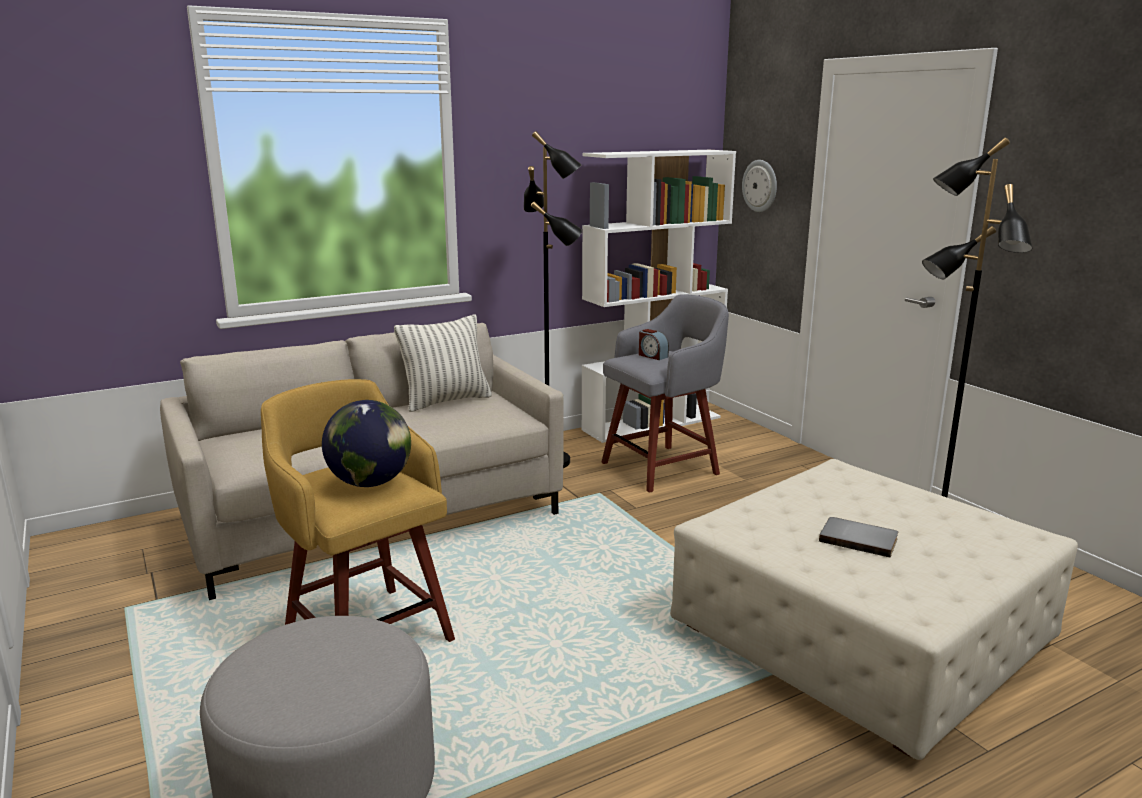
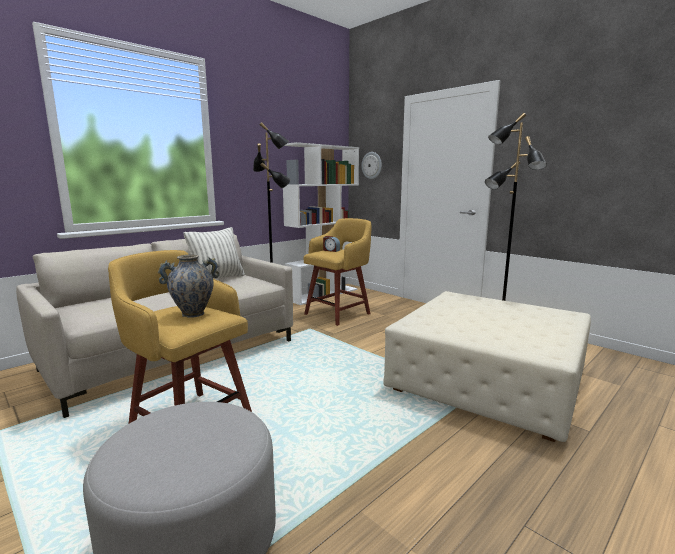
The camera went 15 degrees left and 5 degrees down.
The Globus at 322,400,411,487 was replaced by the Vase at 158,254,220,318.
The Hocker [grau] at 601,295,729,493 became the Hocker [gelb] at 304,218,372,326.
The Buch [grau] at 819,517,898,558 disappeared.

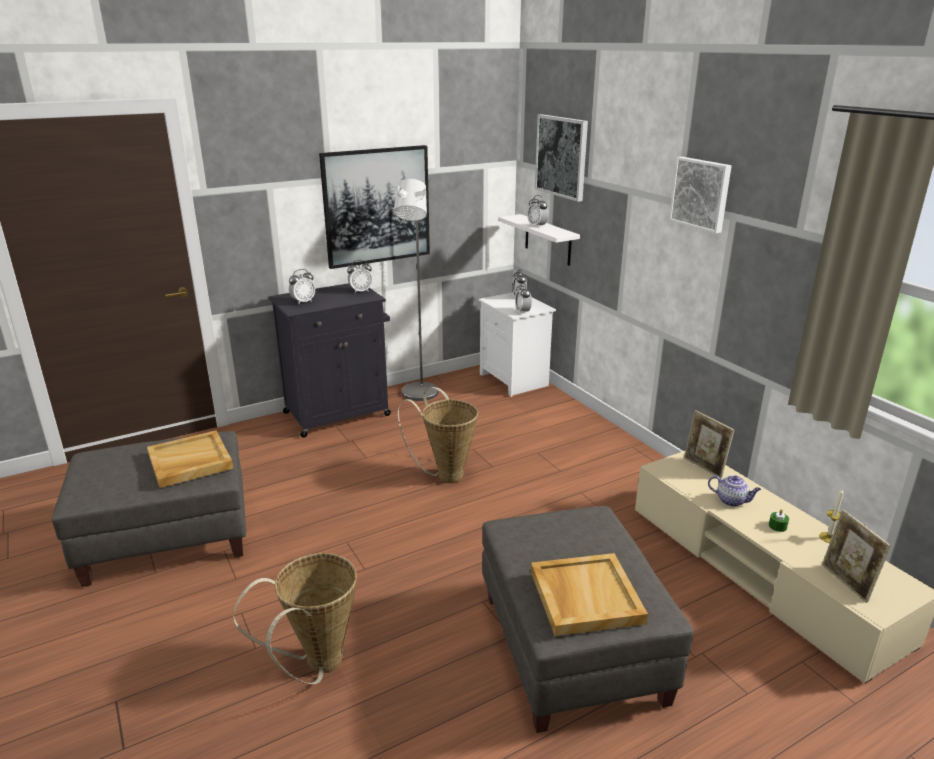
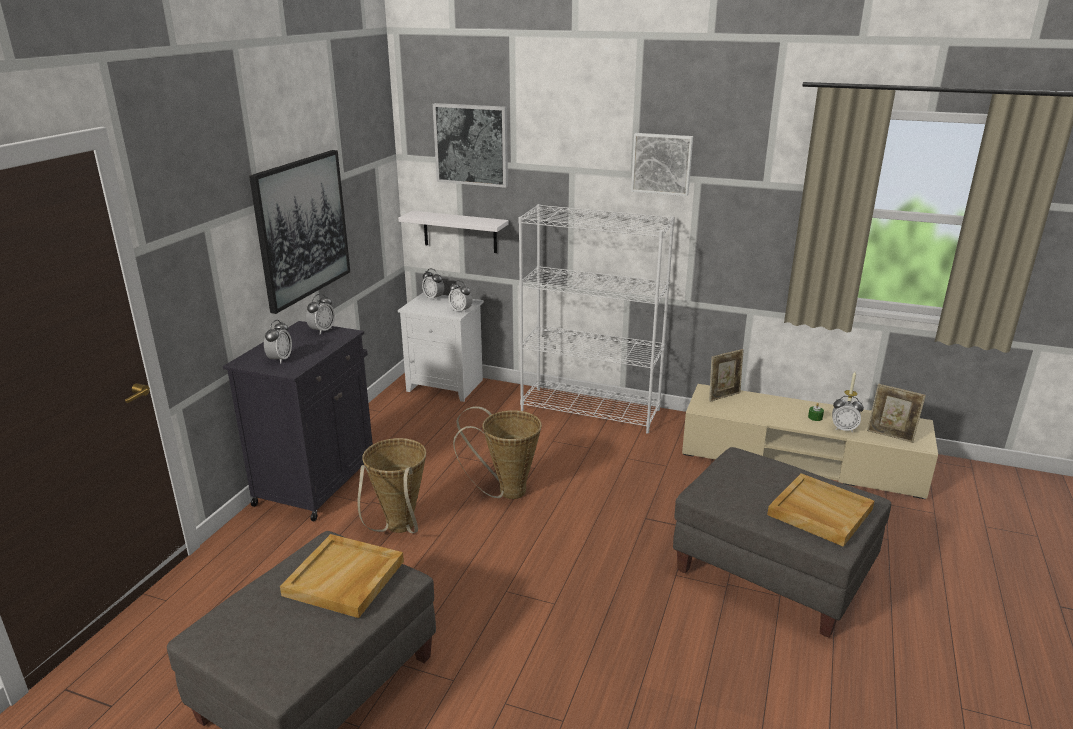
The camera went 40 degrees left and 0 degrees up.
The Korb moved from 233,553,357,684 to 357,438,426,533.
The Bücherregal [weiß] at 518,204,675,434 appeared.
The Bilderrahmen at 684,410,734,479 turned 45 degrees counterclockwise.
The Wecker moved from 527,195,549,228 to 832,396,864,433.
The Stehlampe [grau] at 393,179,438,401 disappeared.
The Teekanne at 708,475,761,507 disappeared.

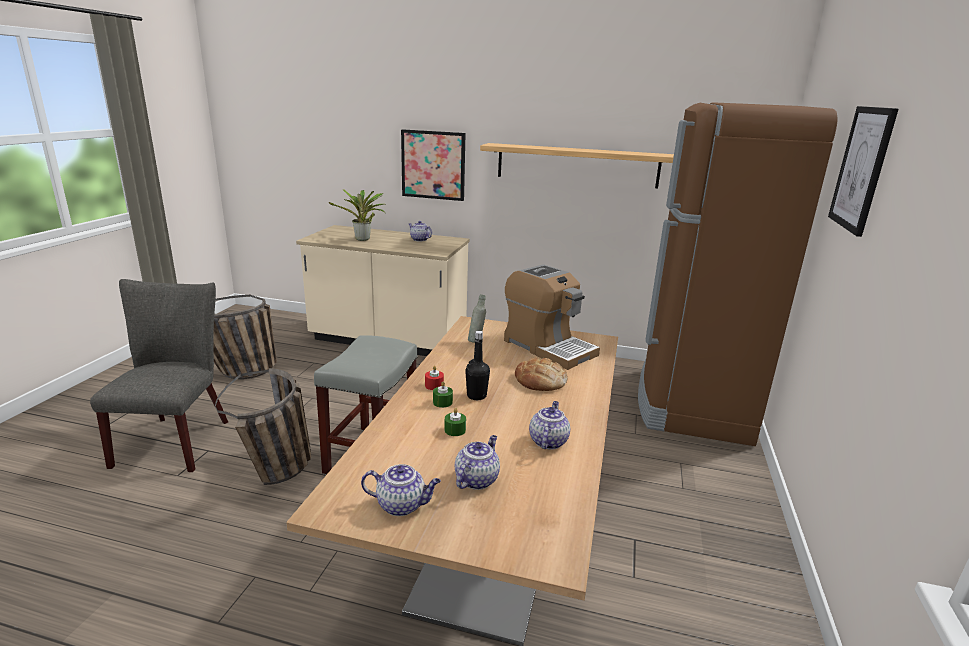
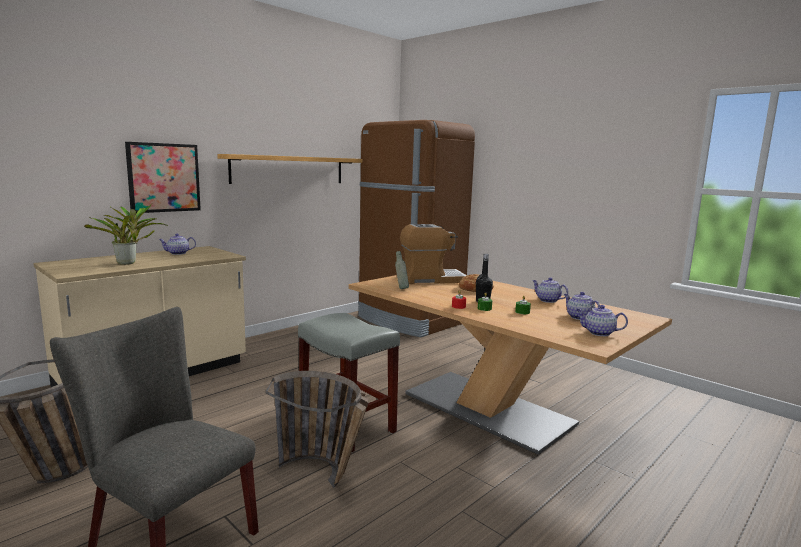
The camera went 60 degrees left and 10 degrees down.
The Teekanne at 361,464,441,516 turned 105 degrees counterclockwise.
The Bild at 828,106,898,237 disappeared.

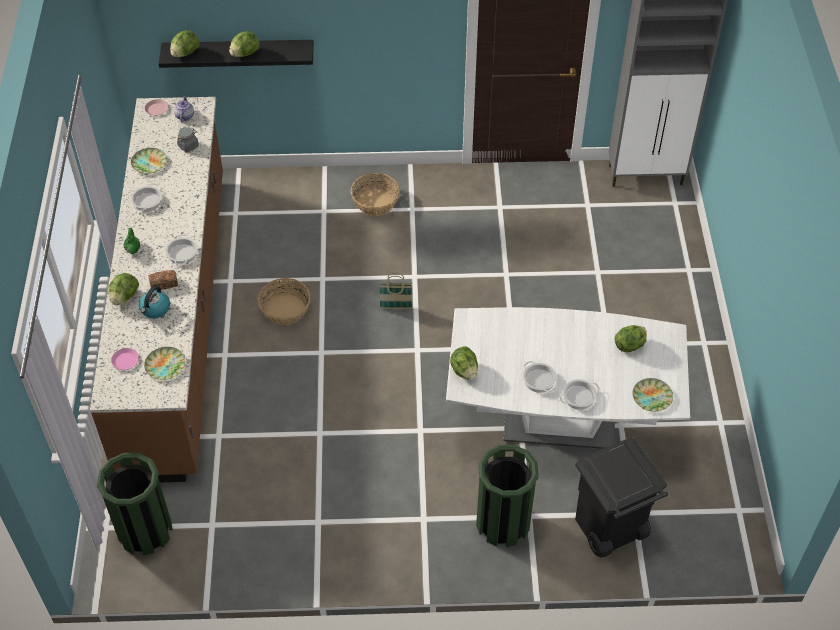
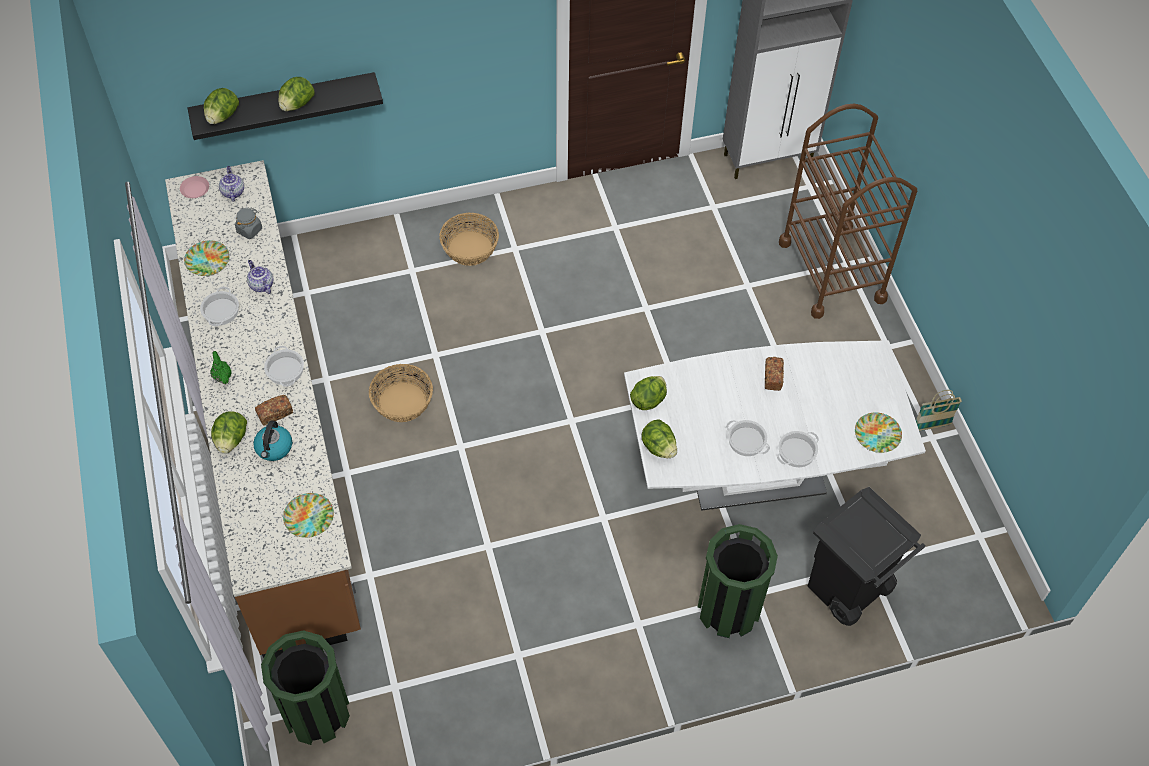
The camera went 15 degrees left and 5 degrees up.
The Teekanne at 247,260,273,294 appeared.
The Salatkopf moved from 615,325,647,352 to 630,376,667,410.
The Brot at 765,357,784,391 appeared.
The Rollwagen [braun] at 779,104,917,319 appeared.
The Korb moved from 379,273,413,309 to 916,390,962,431.
The Teller [rosa] at 111,348,139,370 disappeared.

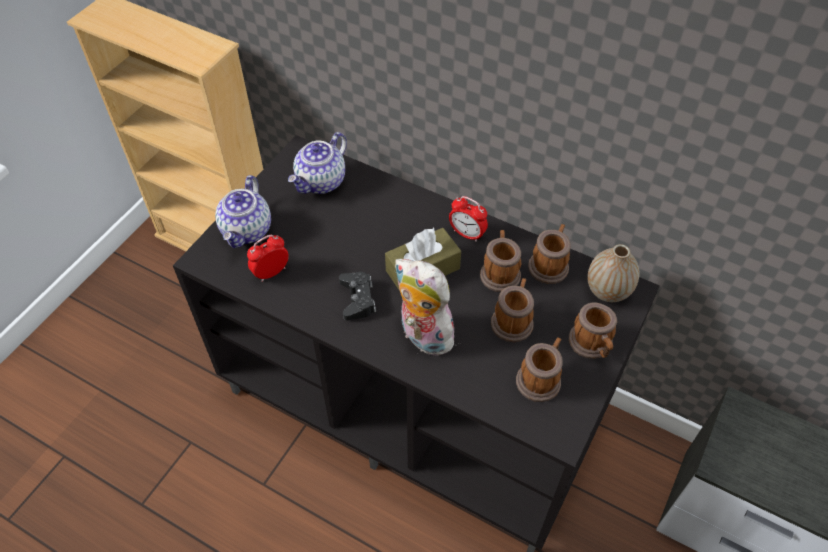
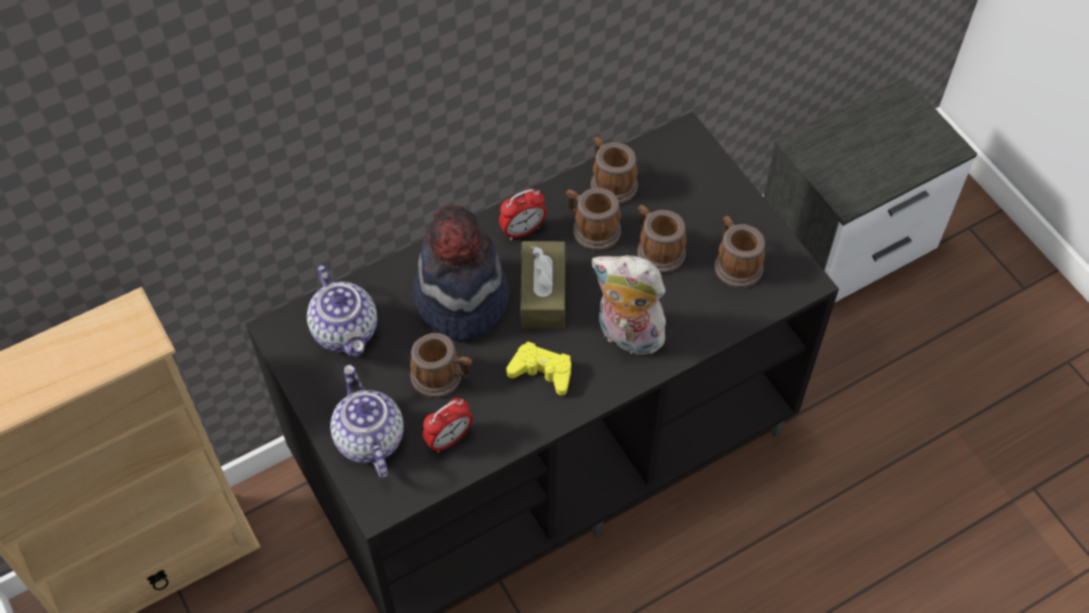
The camera went 60 degrees left and 5 degrees up.
The Teekanne at 215,175,271,248 turned 150 degrees counterclockwise.
The Henkelbecher moved from 569,302,617,359 to 410,333,472,398.
The Hut at 413,206,510,342 appeared.
The Wecker at 247,235,289,282 turned 120 degrees counterclockwise.
The Gamepad [schwarz] at 339,272,376,321 became the Gamepad [gelb] at 506,342,571,395.
The Plüschtier at 394,259,454,356 turned 45 degrees clockwise.
The Vase at 587,244,639,302 disappeared.

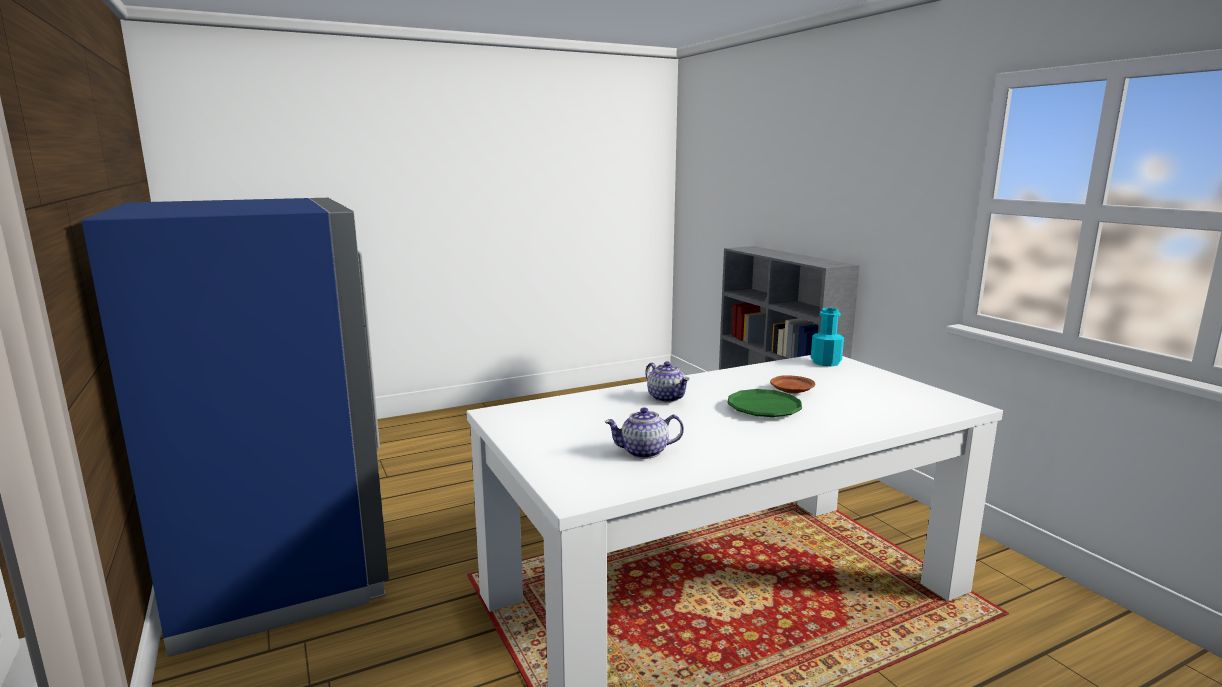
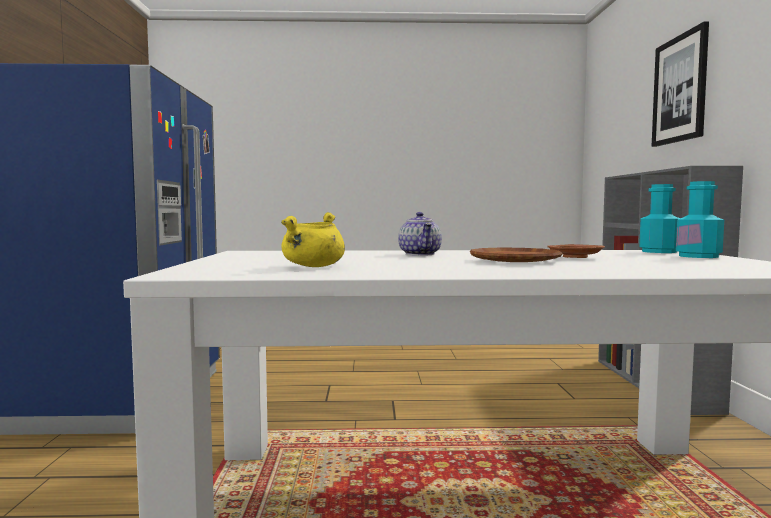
The camera went 25 degrees right and 10 degrees down.
The Teekanne at 605,407,684,459 was replaced by the Kochtopf [gelb] at 281,212,345,267.
The Teller [grün] at 728,389,802,417 became the Teller [braun] at 470,248,563,262.
The Bild at 652,21,709,147 appeared.
The Flasche [türkis] at 676,181,724,258 appeared.

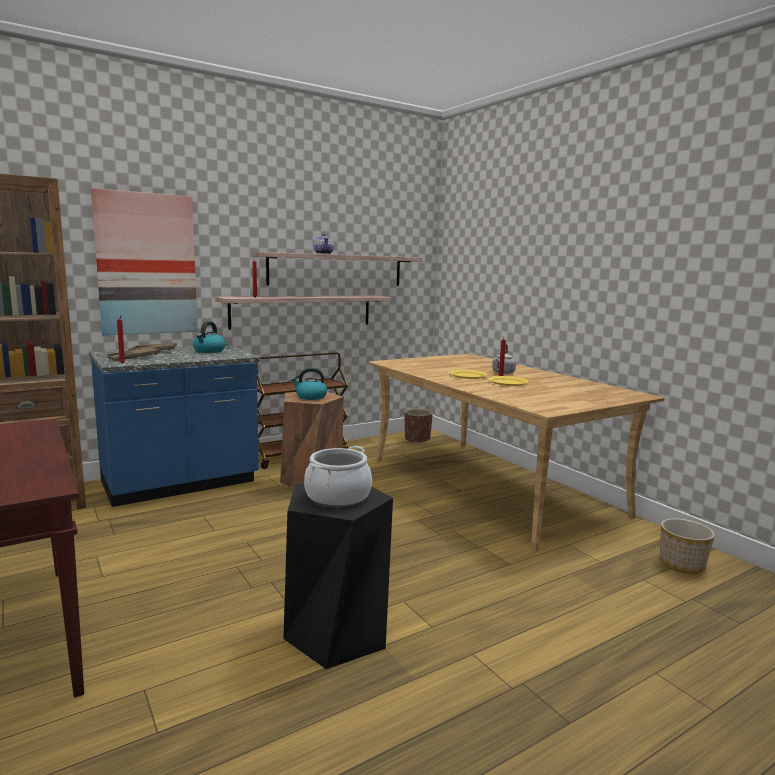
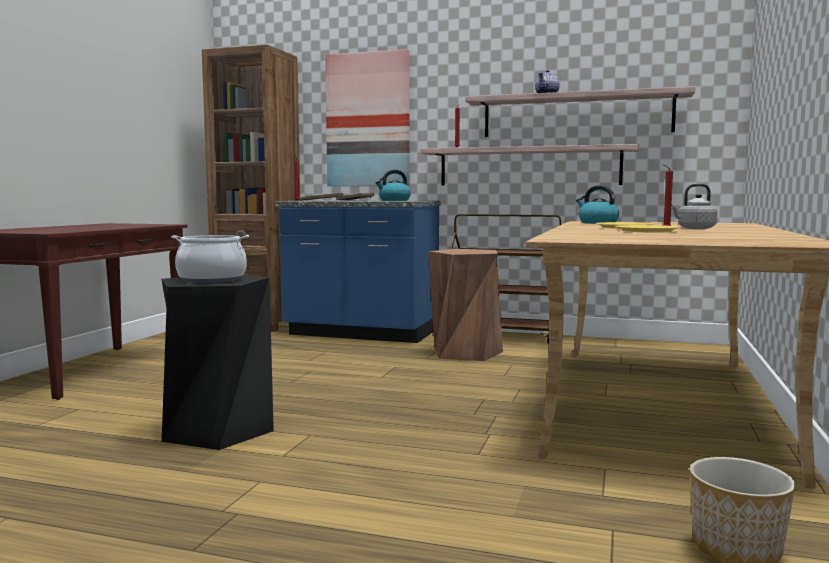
The camera went 50 degrees right and 5 degrees down.
The Wasserkessel moved from 291,368,327,400 to 576,185,619,224.
The Pflanzkübel [braun] at 405,409,433,443 disappeared.

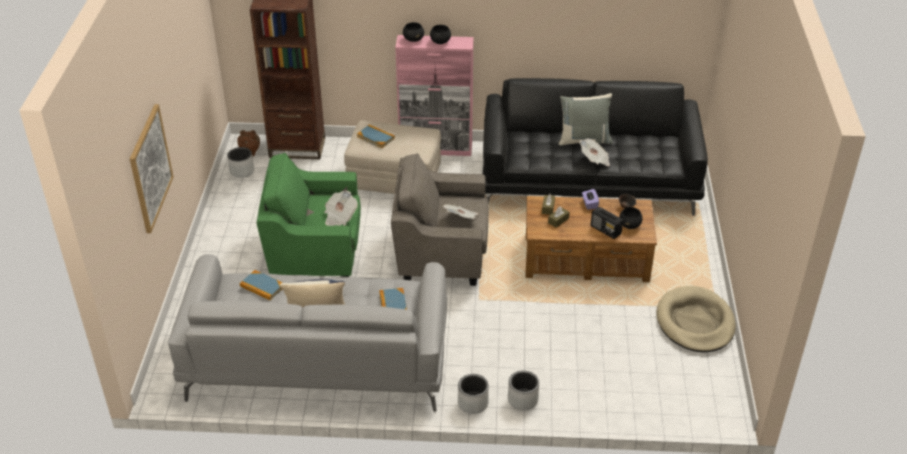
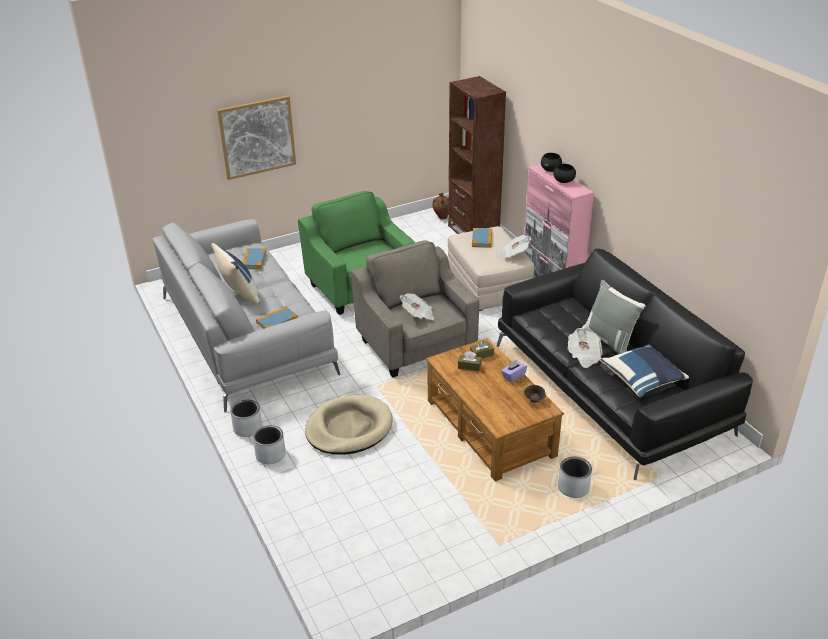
The camera went 60 degrees right and 5 degrees down.
The Hundebett [beige] moved from 656,286,736,353 to 305,394,393,455.
The Zeitung moved from 324,190,358,226 to 497,235,531,259.
The Pflanzkübel [grau] moved from 227,147,254,178 to 558,457,592,498.
The Kissen [blau] at 600,344,689,397 appeared.
The Radio at 591,207,623,239 disappeared.
The Schüssel [schwarz] at 619,207,643,229 disappeared.

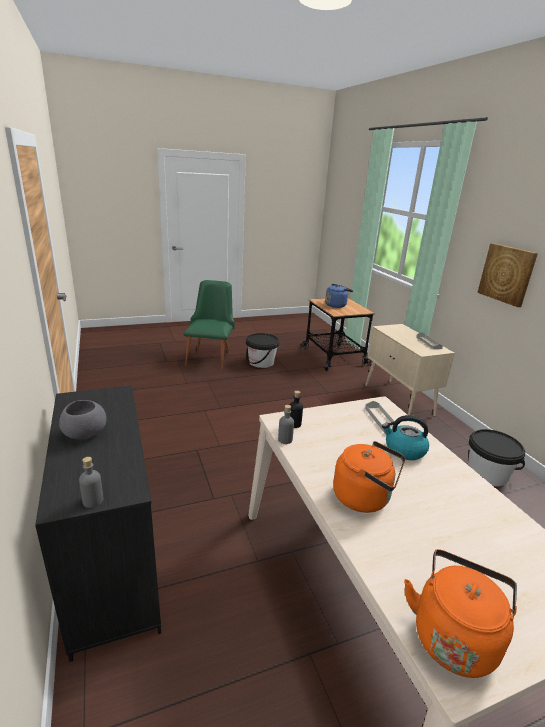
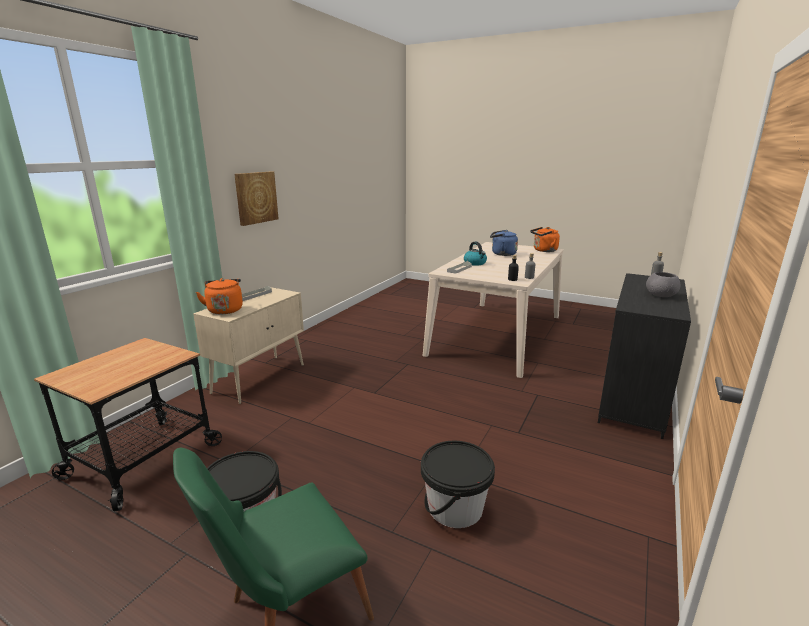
The camera went 130 degrees left and 5 degrees down.
The Wasserkessel [orange] moved from 333,441,405,513 to 196,278,243,314.
The Eimer [schwarz] moved from 468,429,525,487 to 421,441,495,528.
The Wasserkessel [blau] moved from 325,284,353,308 to 490,230,518,256.

